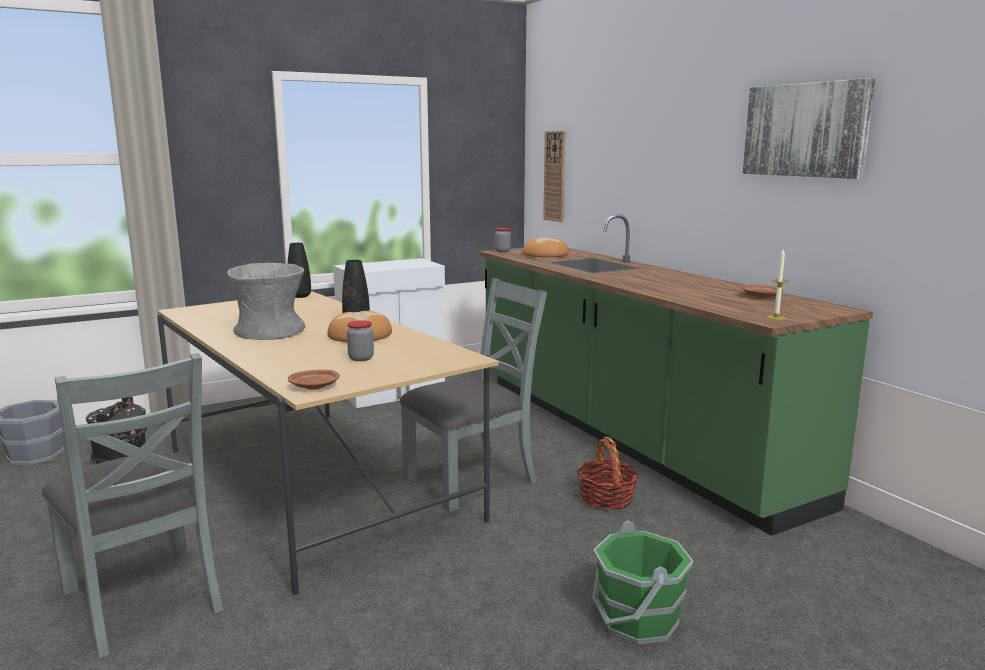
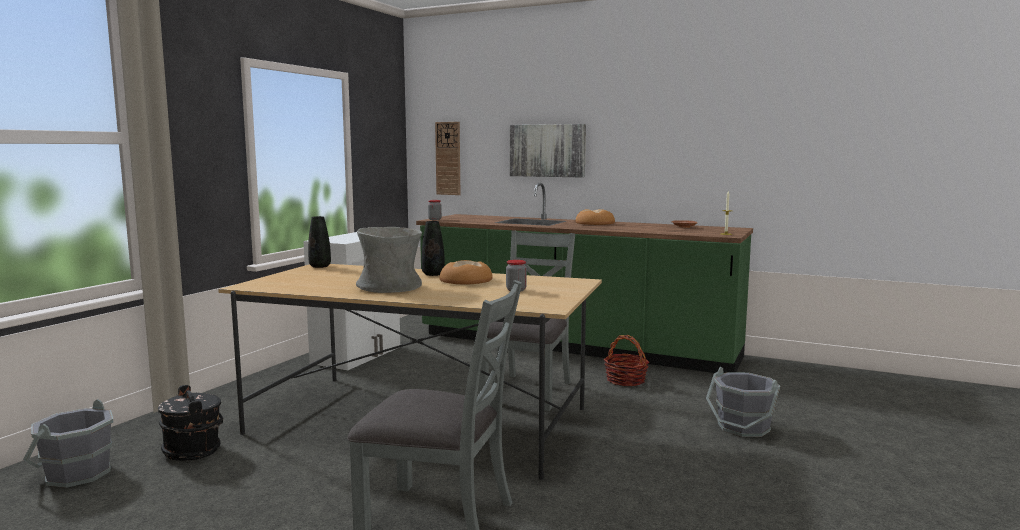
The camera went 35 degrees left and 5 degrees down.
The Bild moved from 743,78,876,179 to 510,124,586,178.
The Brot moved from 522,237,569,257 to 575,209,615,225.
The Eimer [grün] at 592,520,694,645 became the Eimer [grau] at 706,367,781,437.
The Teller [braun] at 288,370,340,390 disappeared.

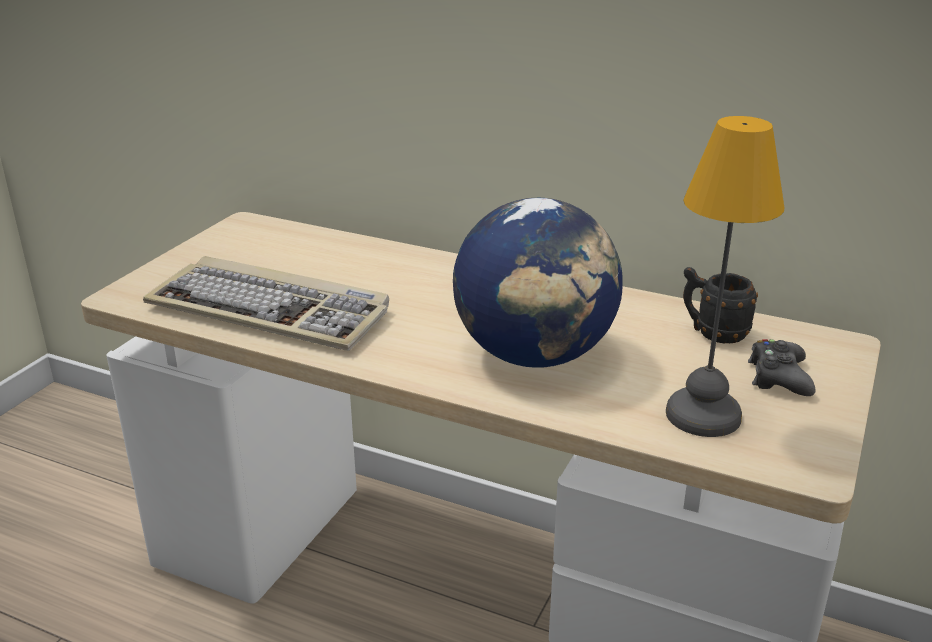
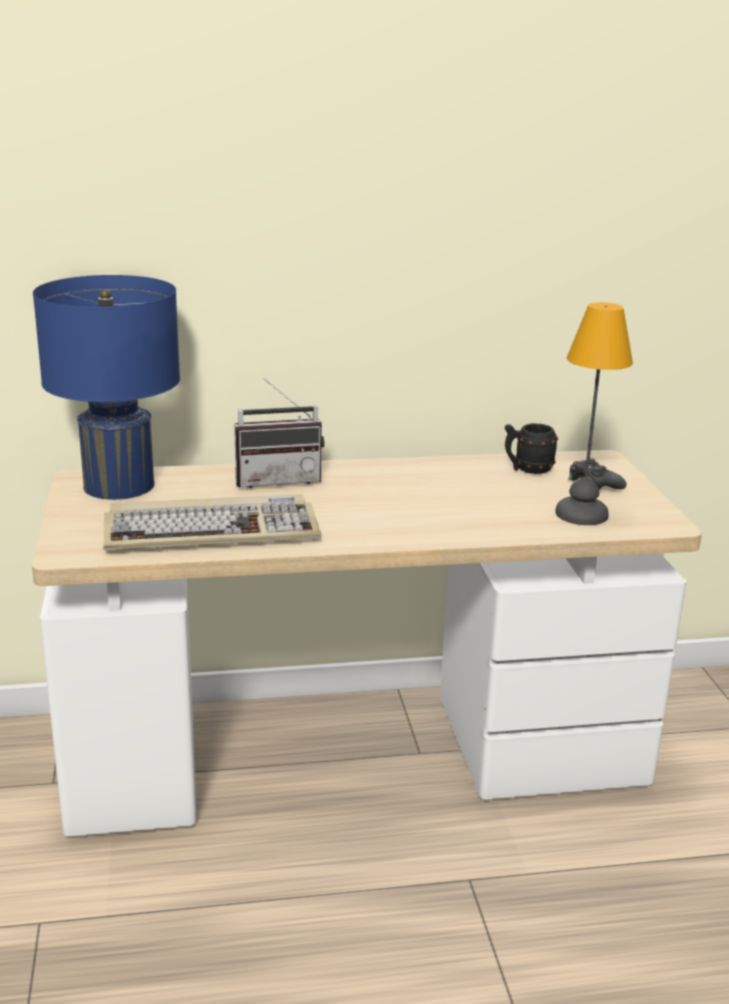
The camera went 35 degrees left and 5 degrees down.
The Tischlampe [blau] at 33,275,180,500 appeared.
The Radio at 234,378,325,488 appeared.
The Globus at 453,198,623,368 disappeared.

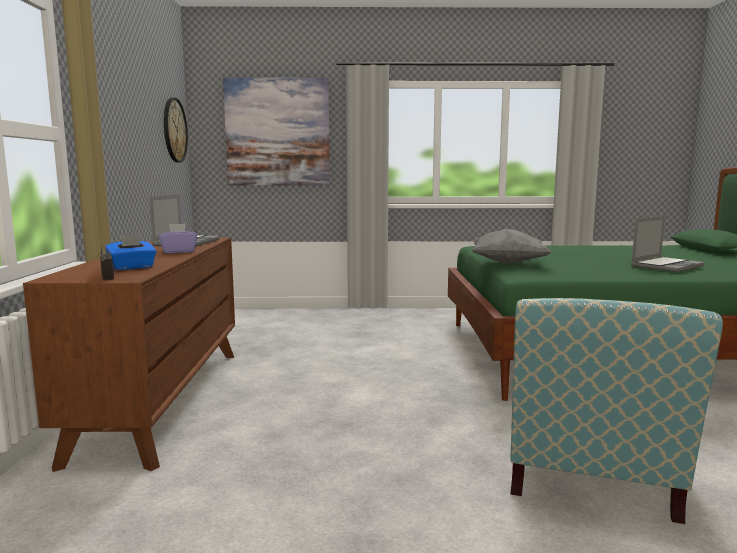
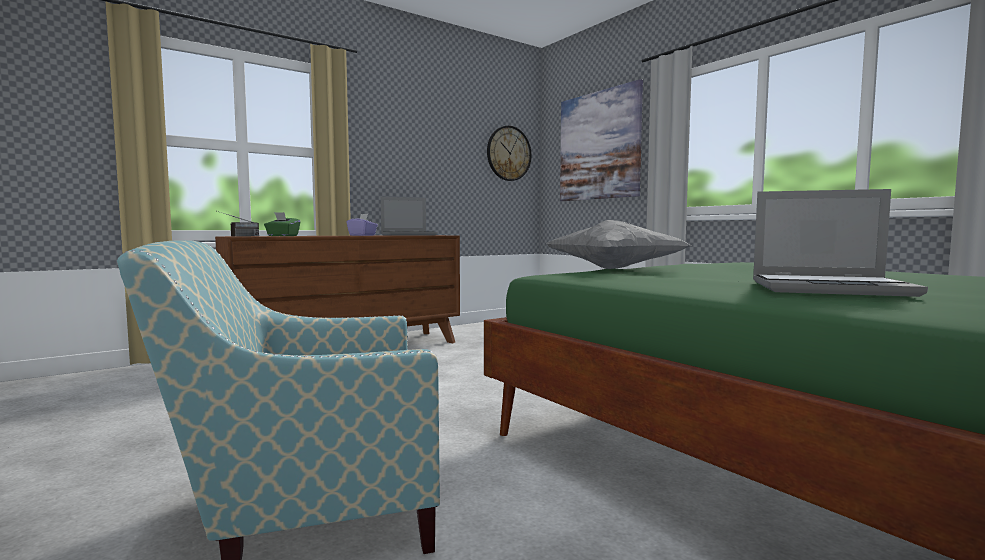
The camera went 55 degrees right and 5 degrees down.
The Taschentuchbox [blau] at 105,234,156,270 became the Taschentuchbox [grün] at 264,212,301,236.

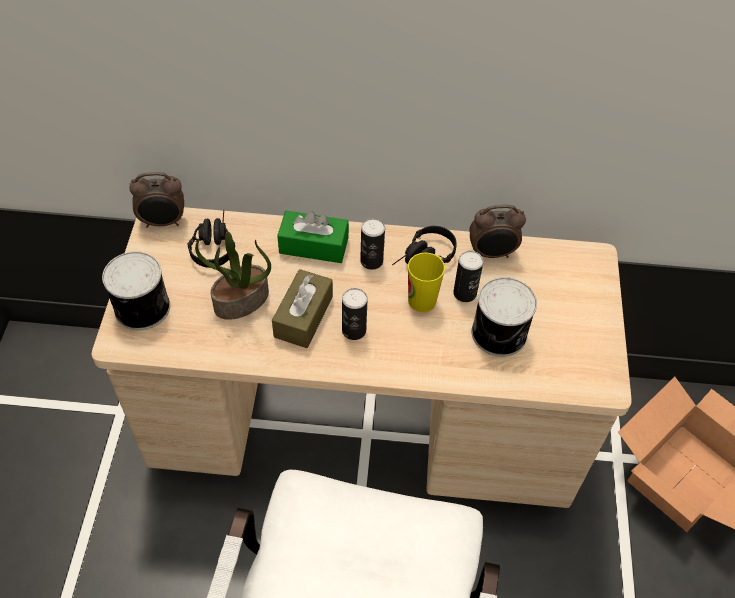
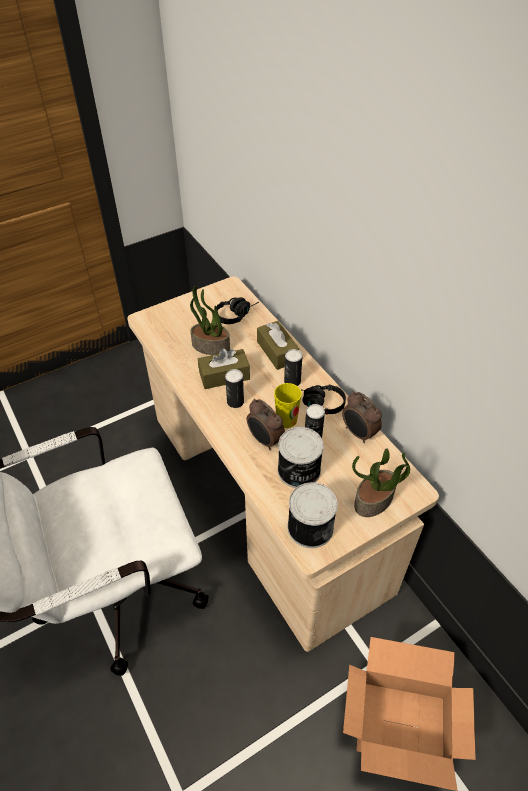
The camera went 55 degrees right and 5 degrees down.
The Wecker moved from 129,172,184,228 to 247,399,285,450.
The Taschentuchbox [grün] at 277,210,349,263 became the Taschentuchbox [braun] at 257,321,299,370.
The Dose moved from 102,251,170,330 to 288,482,338,548.
The Topfpflanze at 352,448,410,517 appeared.

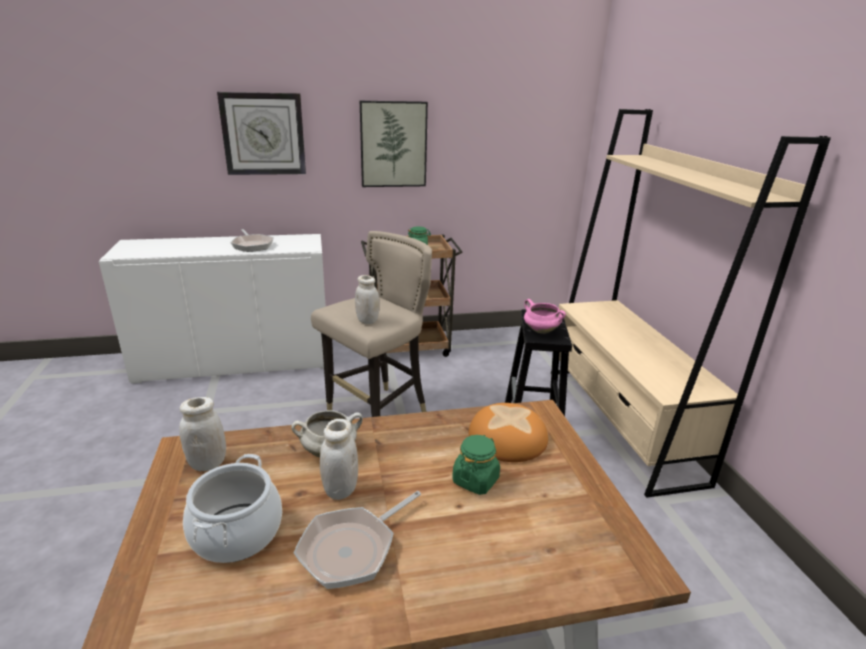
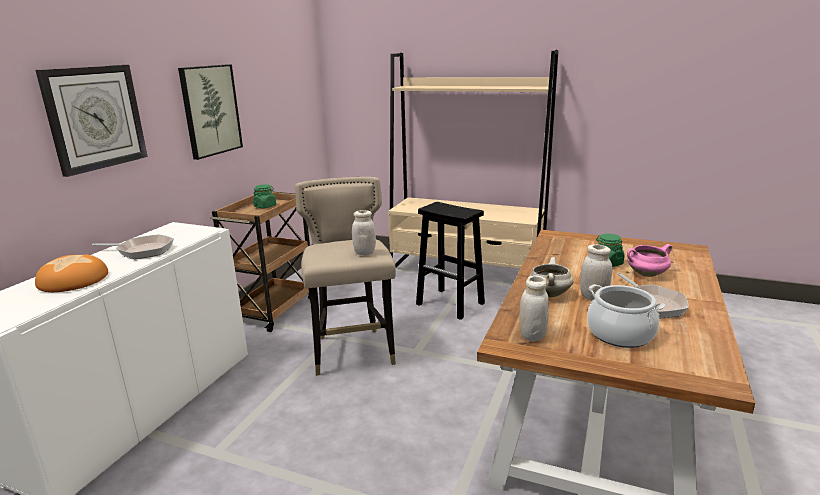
The camera went 55 degrees left and 5 degrees down.
The Brot moved from 469,403,548,462 to 35,254,108,292.
The Kochtopf [rosa] moved from 524,299,566,333 to 627,244,672,277.

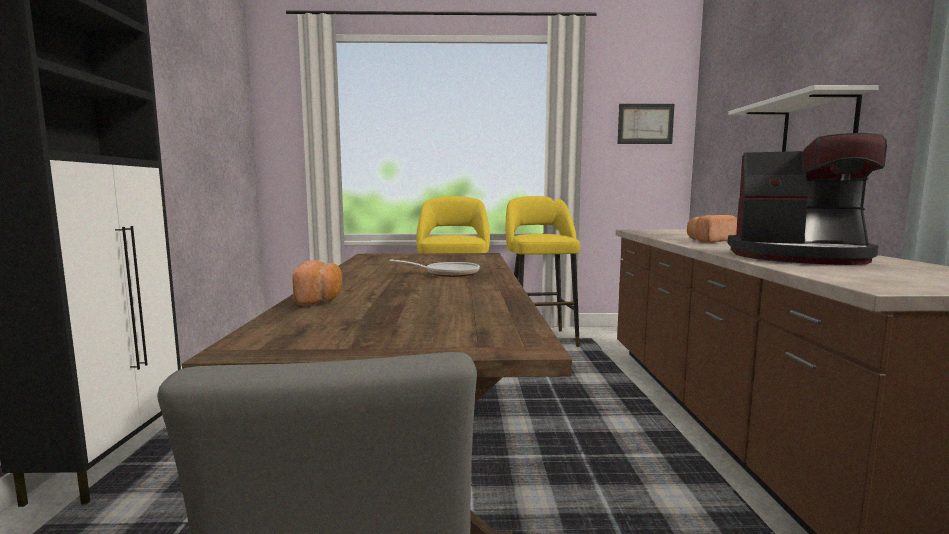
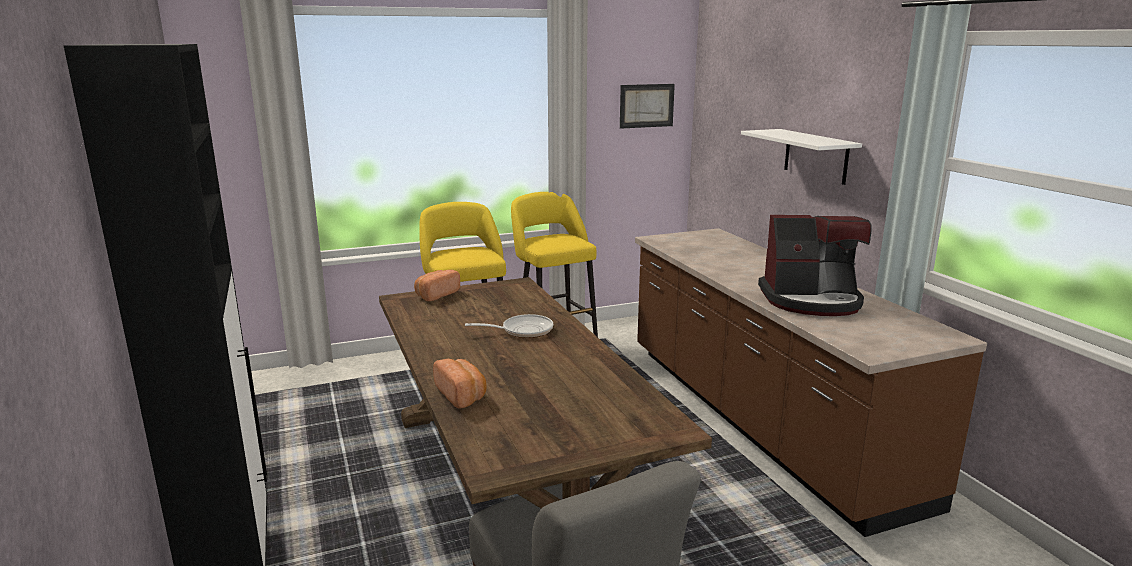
The camera went 20 degrees left and 10 degrees up.
The Brot moved from 687,215,737,243 to 414,270,460,301.

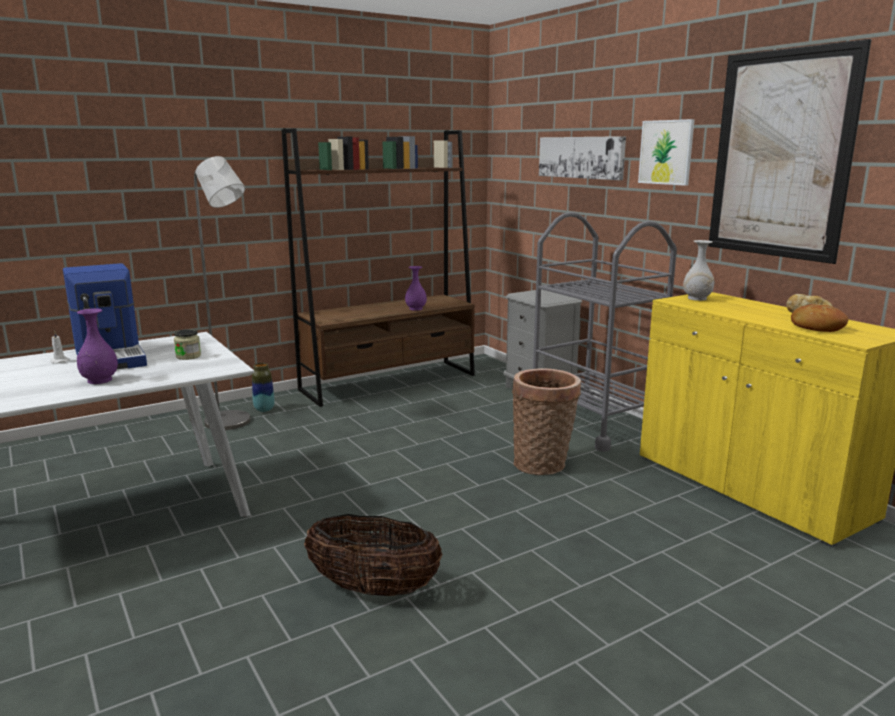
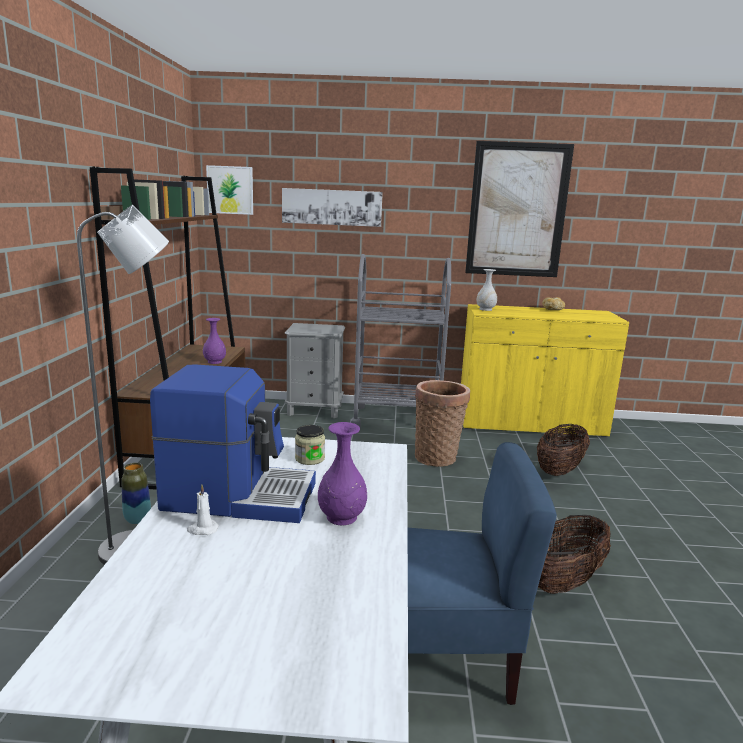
The camera went 55 degrees left and 0 degrees up.
The Bild moved from 638,119,695,186 to 206,165,253,215.
The Stuhl [blau] at 407,442,557,705 appeared.
The Korb at 537,424,590,476 appeared.
The Brot at 791,304,848,332 disappeared.

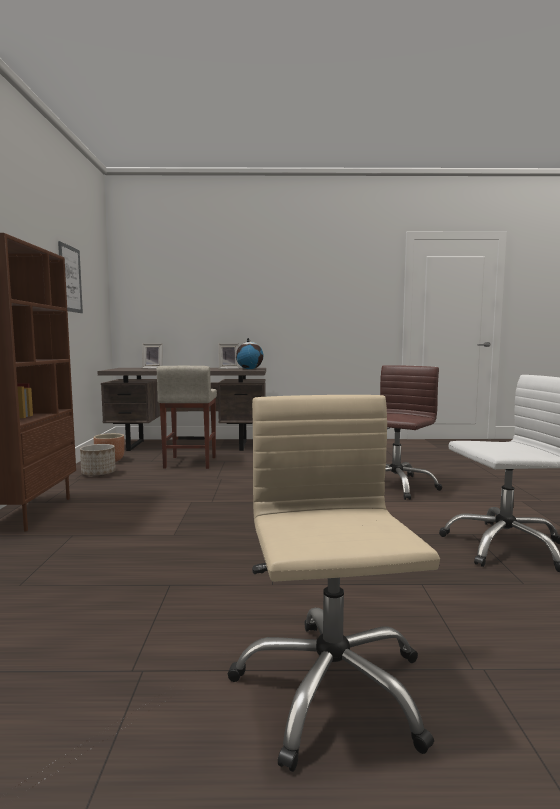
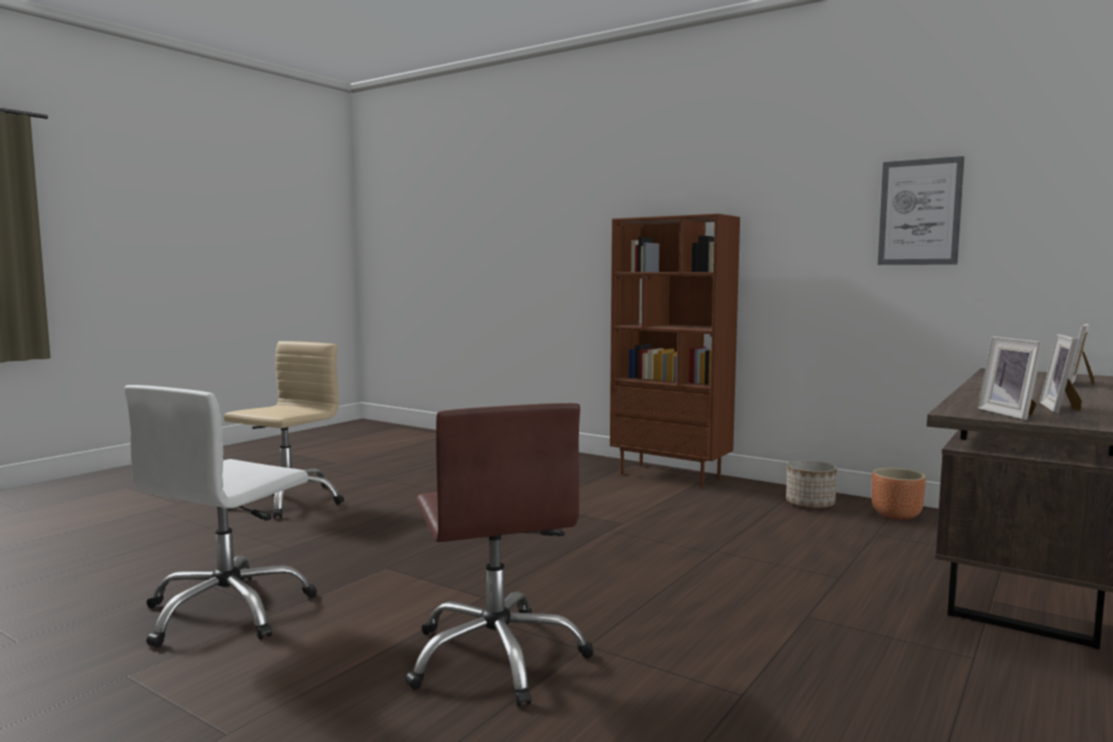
The camera went 125 degrees right and 0 degrees up.
The Bürostuhl [beige] at 227,395,440,772 turned 90 degrees counterclockwise.
The Globus at 236,338,263,369 was replaced by the Bilderrahmen at 978,337,1044,420.
The Hocker [beige] at 156,366,217,469 disappeared.

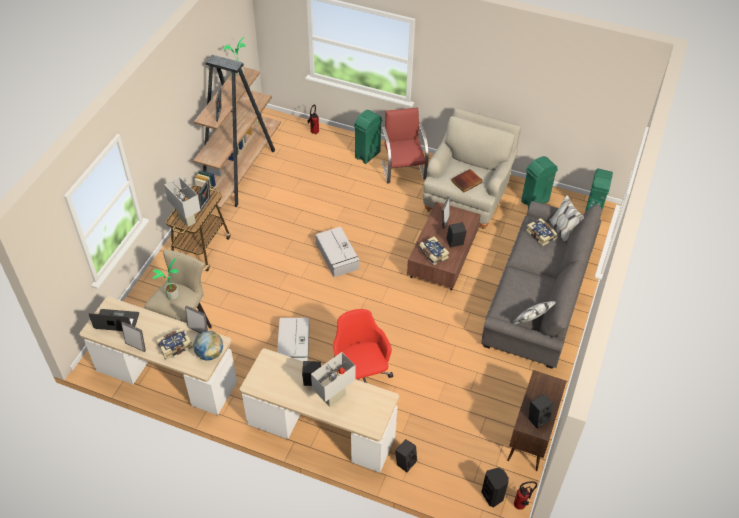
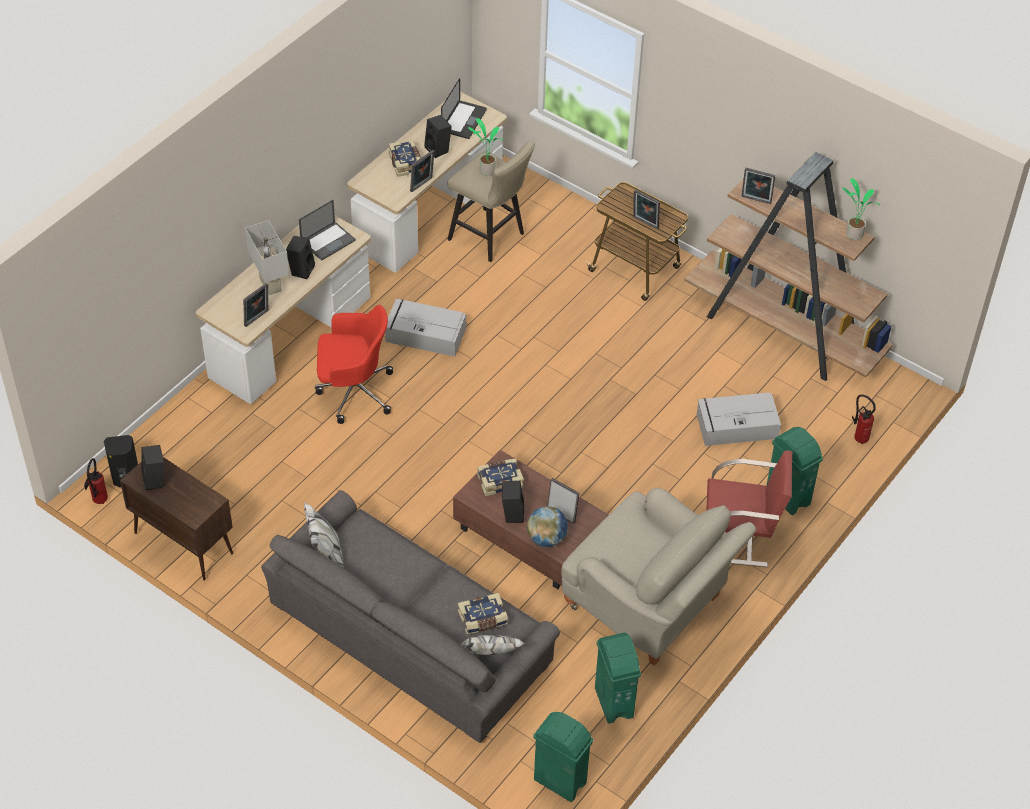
The camera went 105 degrees right and 0 degrees up.
The Bilderrahmen moved from 121,321,146,352 to 243,283,268,327.
The Laptop at 299,200,356,261 appeared.
The Lautsprecher [schwarz] moved from 395,439,417,472 to 424,115,452,158.
The Globus moved from 193,331,223,360 to 527,506,568,547.
The Aufbewahrungsbox [grau] moved from 315,227,360,277 to 697,393,781,446.
The Tischlampe [weiß] at 164,177,201,227 disappeared.
The Buch at 451,169,482,193 disappeared.

